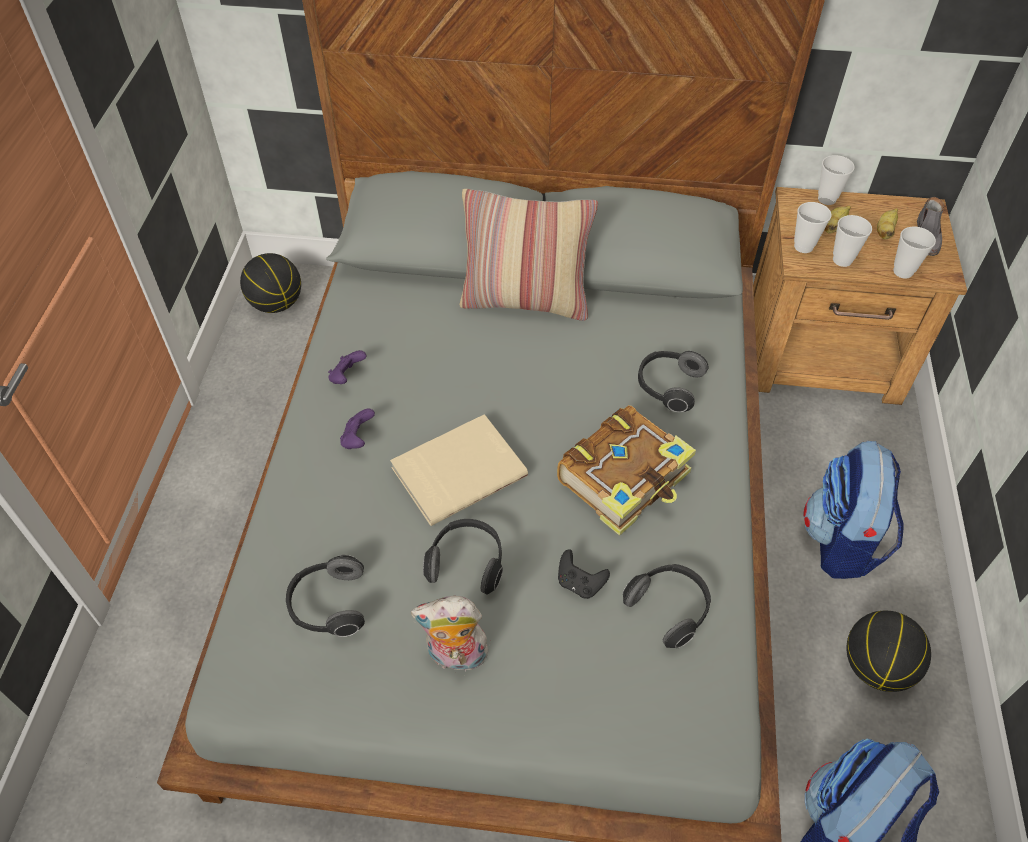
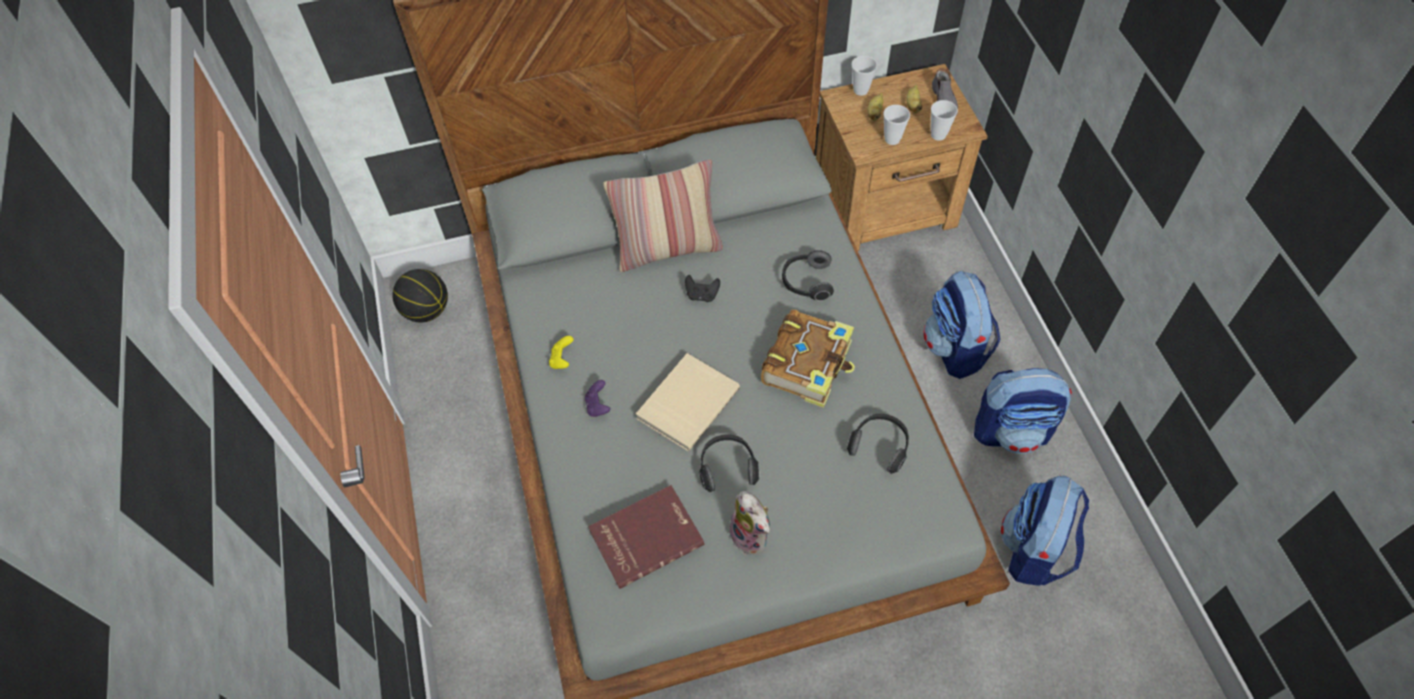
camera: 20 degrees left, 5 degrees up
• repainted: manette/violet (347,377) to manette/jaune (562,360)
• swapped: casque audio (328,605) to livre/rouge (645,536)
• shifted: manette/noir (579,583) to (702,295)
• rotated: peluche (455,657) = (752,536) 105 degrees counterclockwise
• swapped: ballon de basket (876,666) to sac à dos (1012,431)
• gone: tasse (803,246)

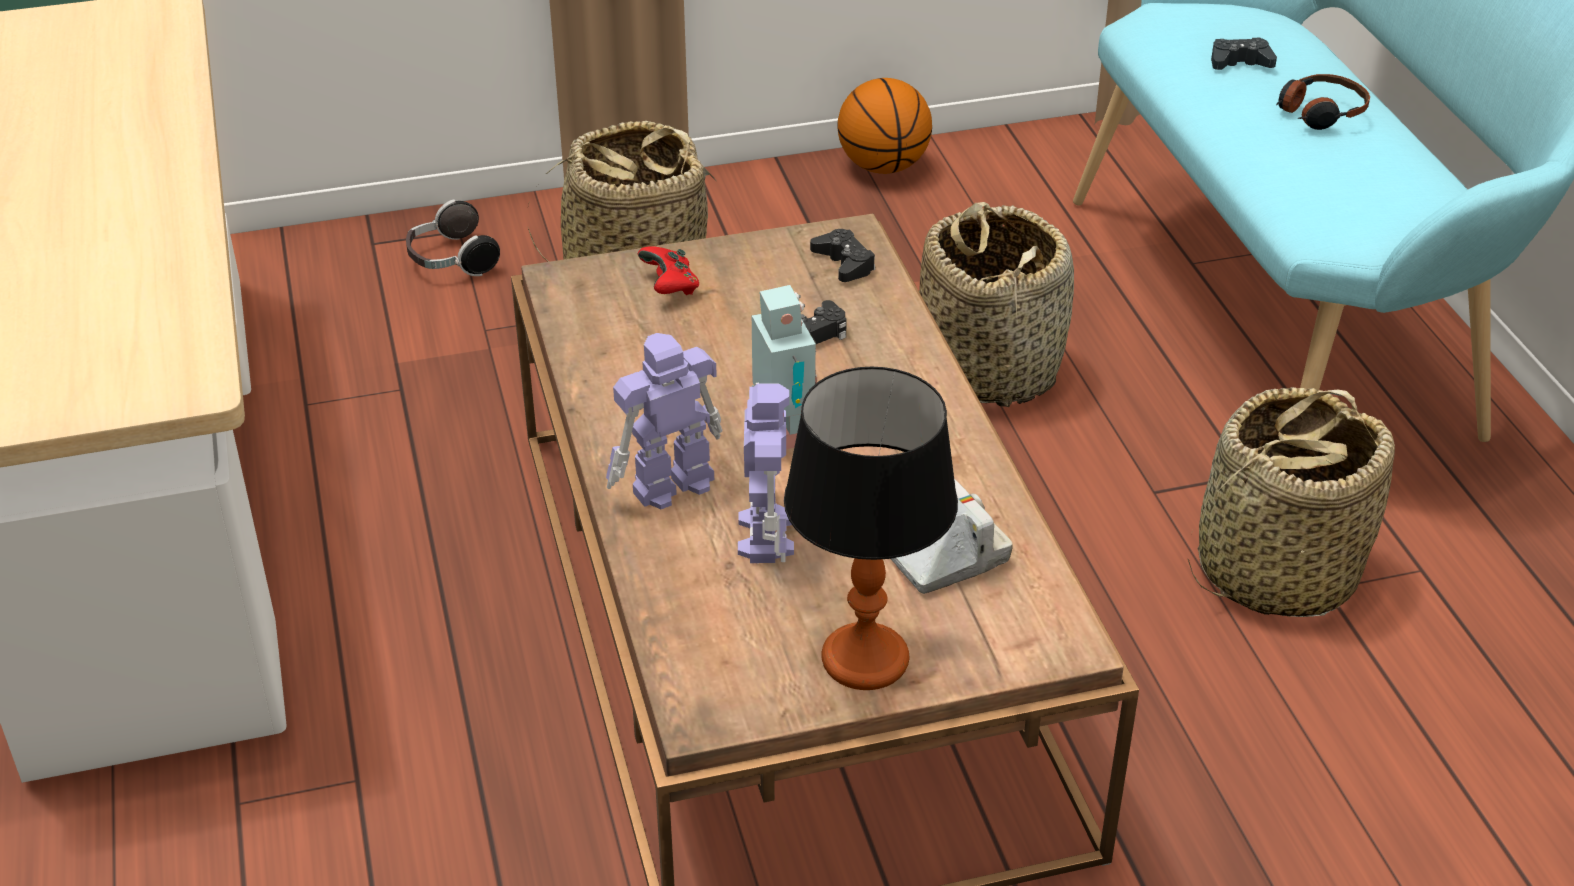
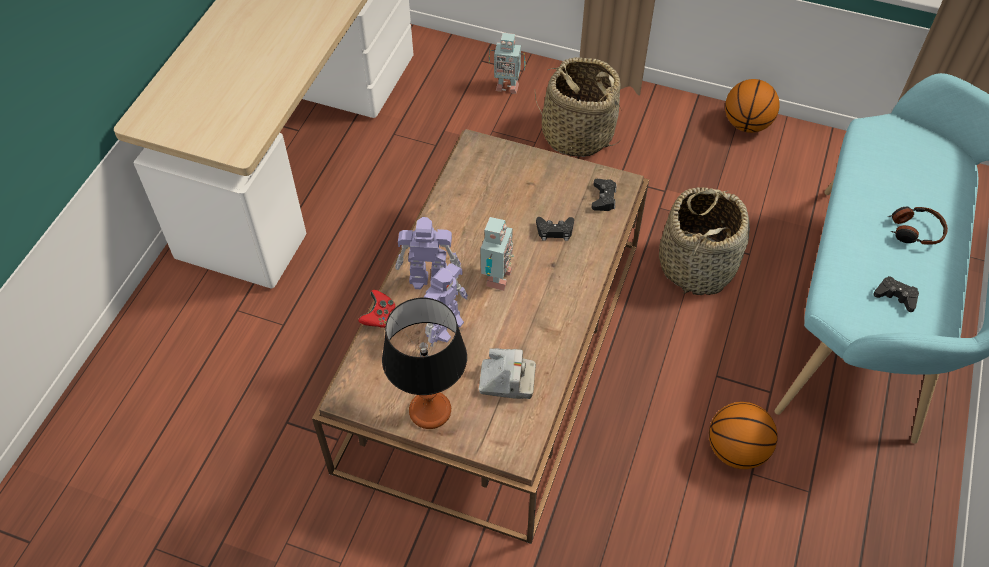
camera: 35 degrees right, 15 degrees up
• shifted: manette/rouge (670,287) to (378,316)
• swapped: casque audio (451,261) to robot jouet (506,86)
• swapped: panier (1275,570) to ballon de basket (736,449)
• shifted: manette/noir (1239,62) to (895,296)

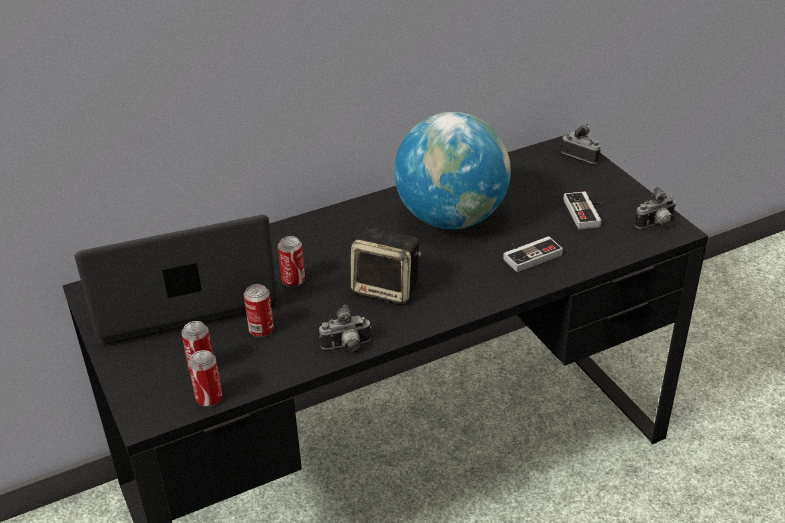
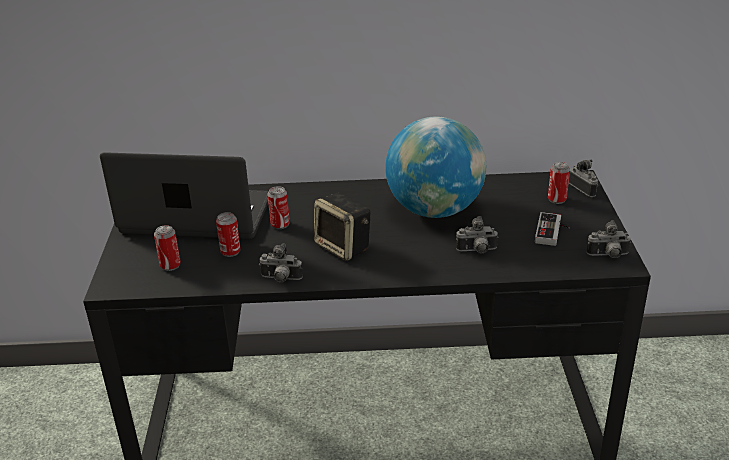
camera: 25 degrees right, 5 degrees down
• swapped: manette (529,254) to appareil photo (477,251)
• shifted: boîte métallique (209,398) to (557,199)

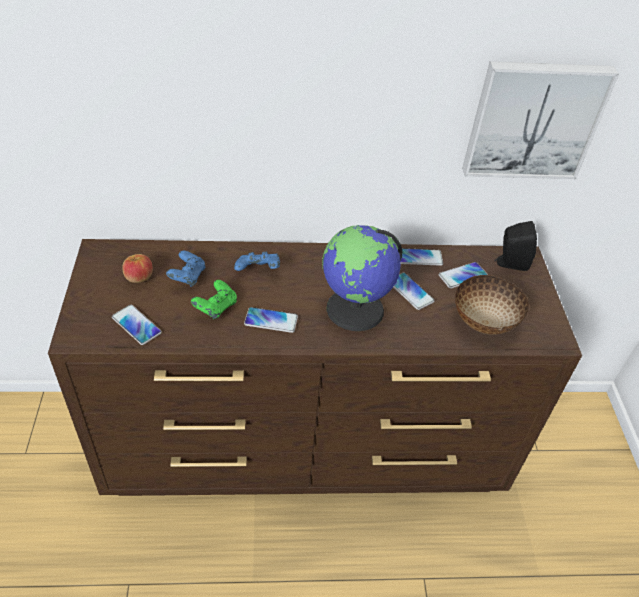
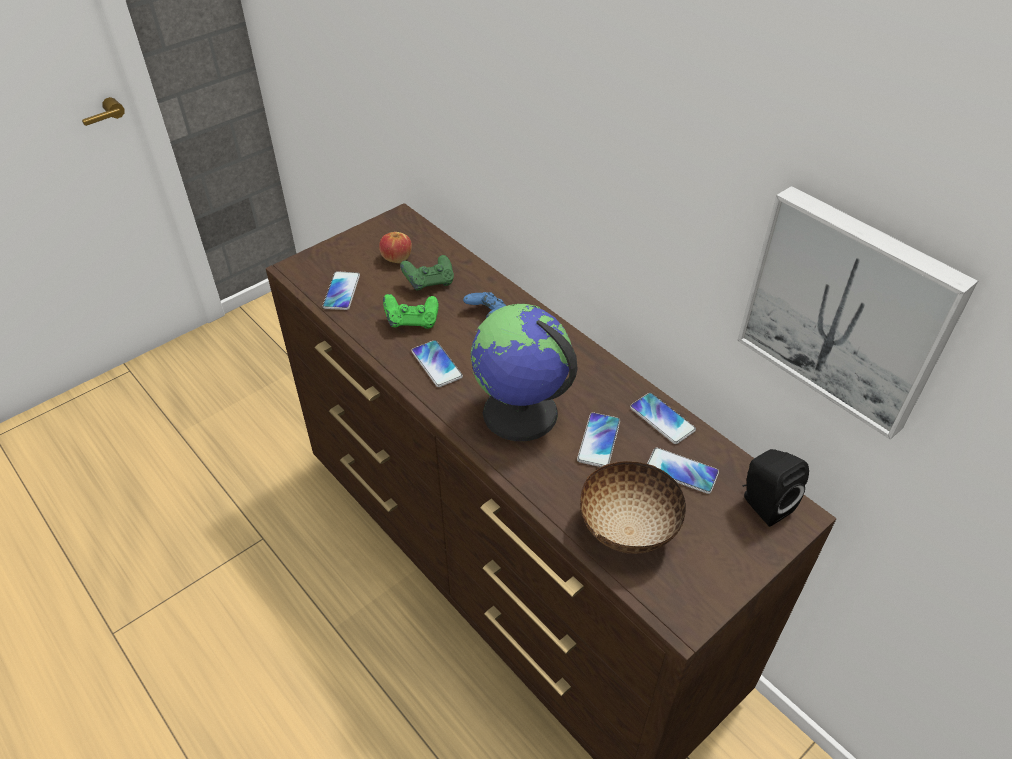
camera: 55 degrees right, 0 degrees up
• repainted: manette/bleu (187,277) to manette/vert (429,283)

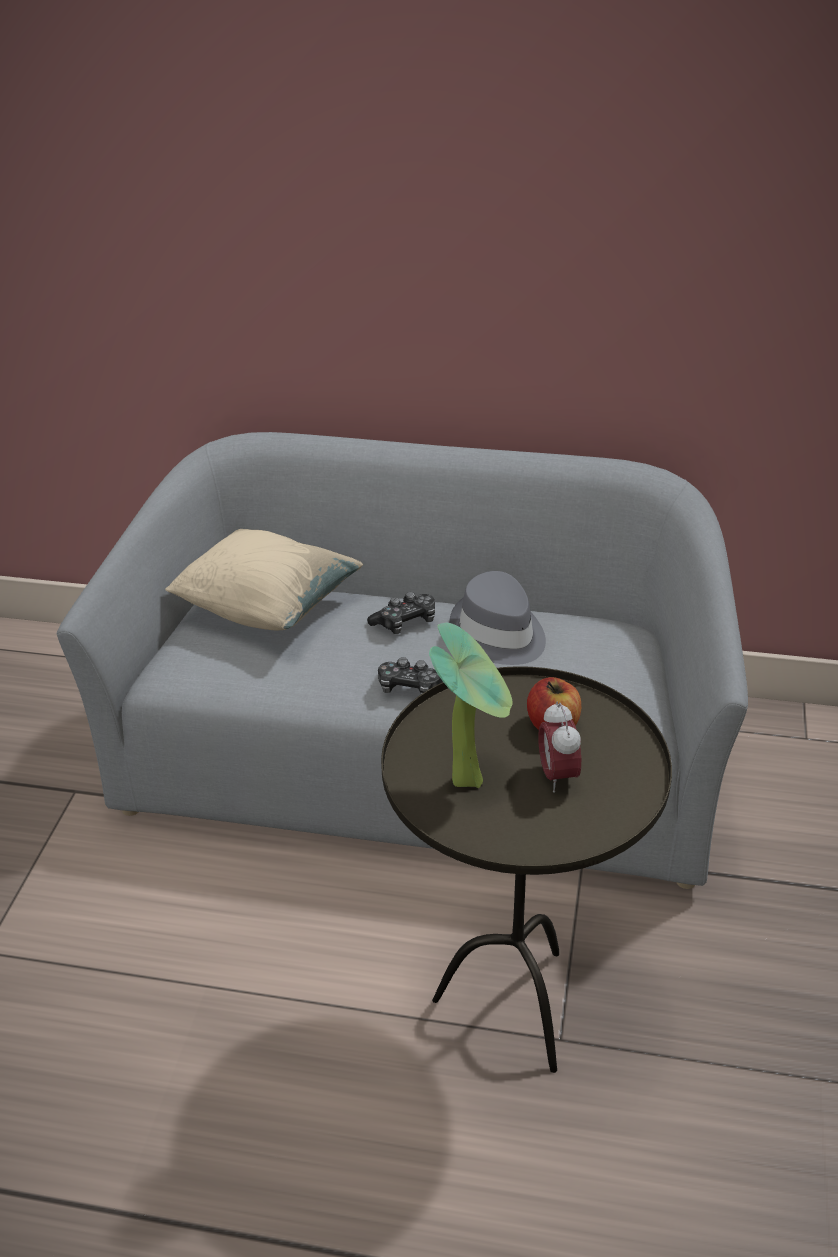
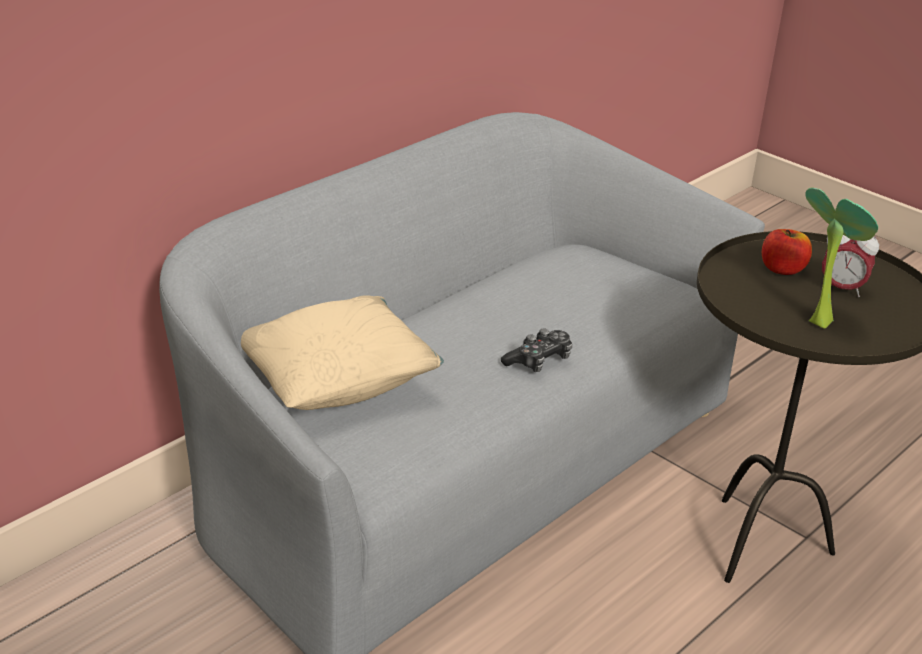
camera: 60 degrees left, 5 degrees down
• gone: manette (405,622)
• gone: chapeau/gris (498,634)

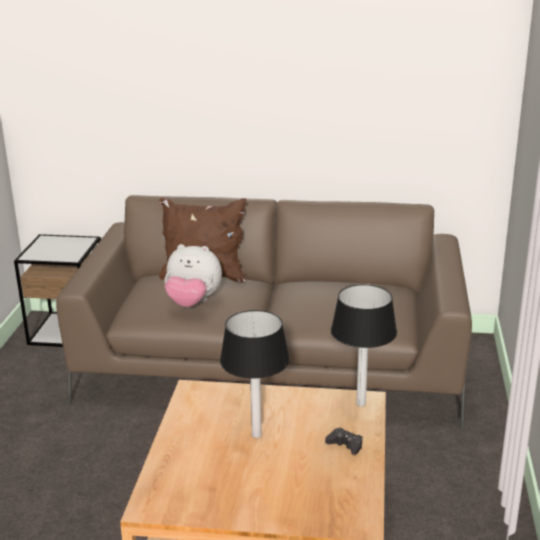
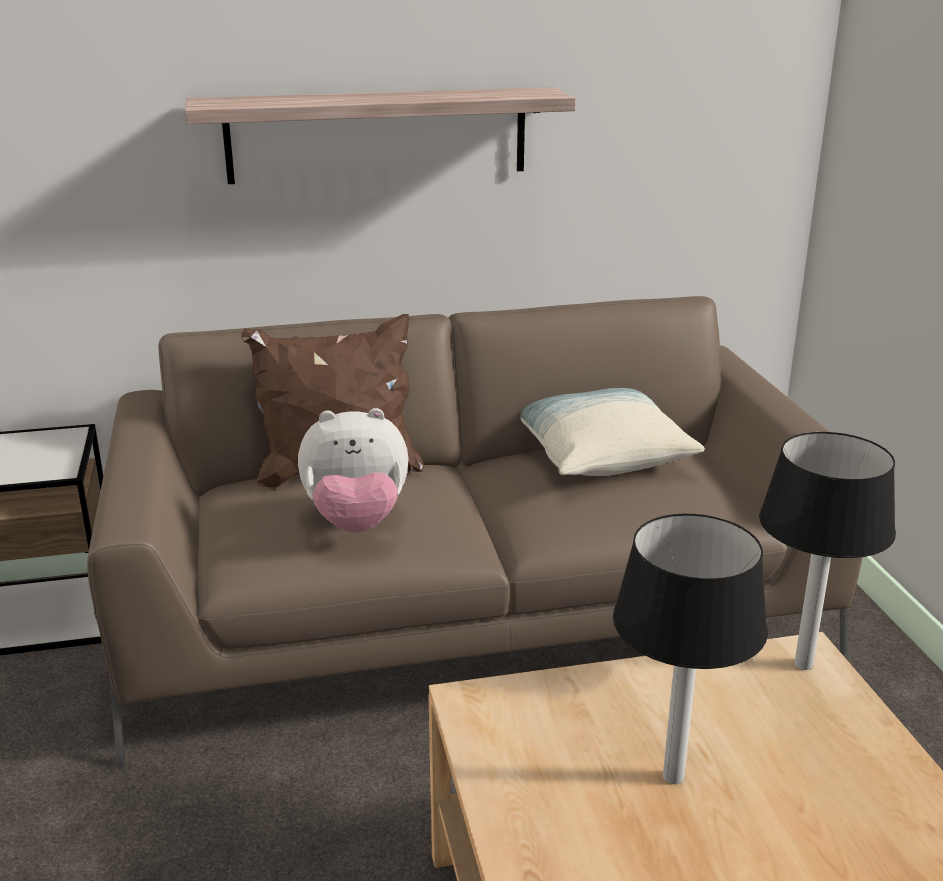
camera: 20 degrees left, 0 degrees up
• new: étagère (377,135)
• new: coussin (599,455)
• gone: manette/noir (345,445)

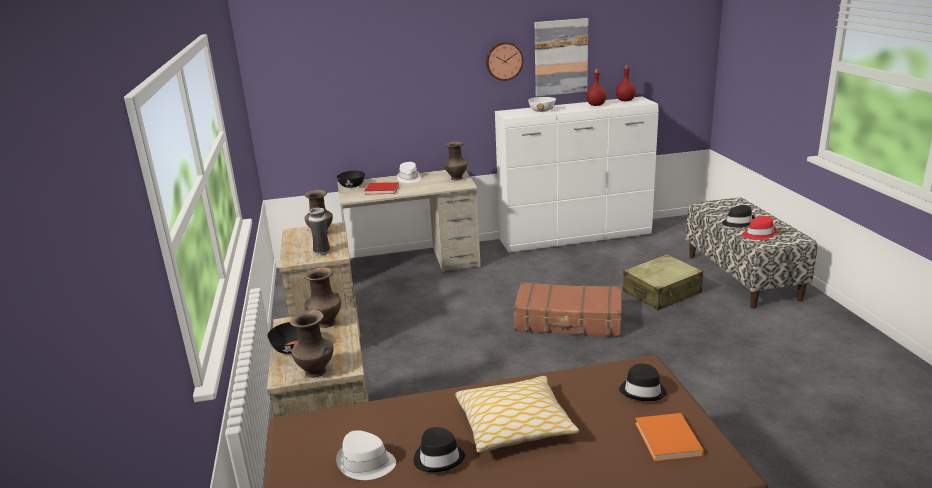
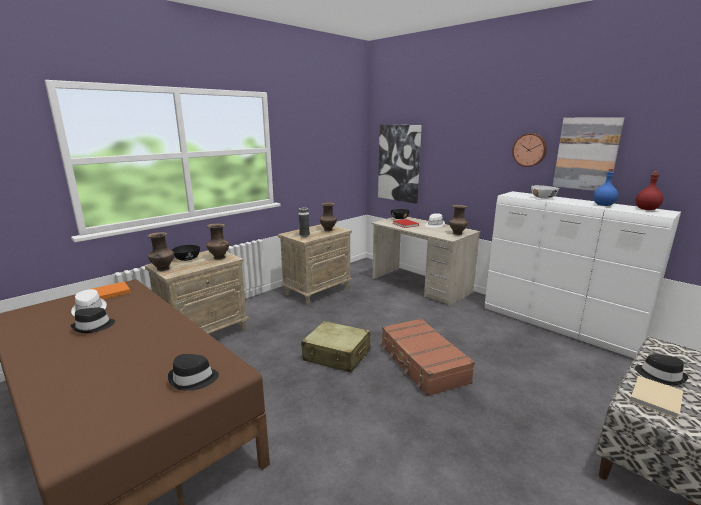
camera: 55 degrees right, 5 degrees down
• shifted: livre/orange (668,440) to (109,293)
• shifted: valise/beige (662,292) to (337,355)
• new: tableau (399,163)
• repainted: bouteille/rouge (596,105) to bouteille/bleu (603,205)
• swapped: chapeau/rouge (759,234) to livre/beige (656,397)
• gone: coussin (514,425)

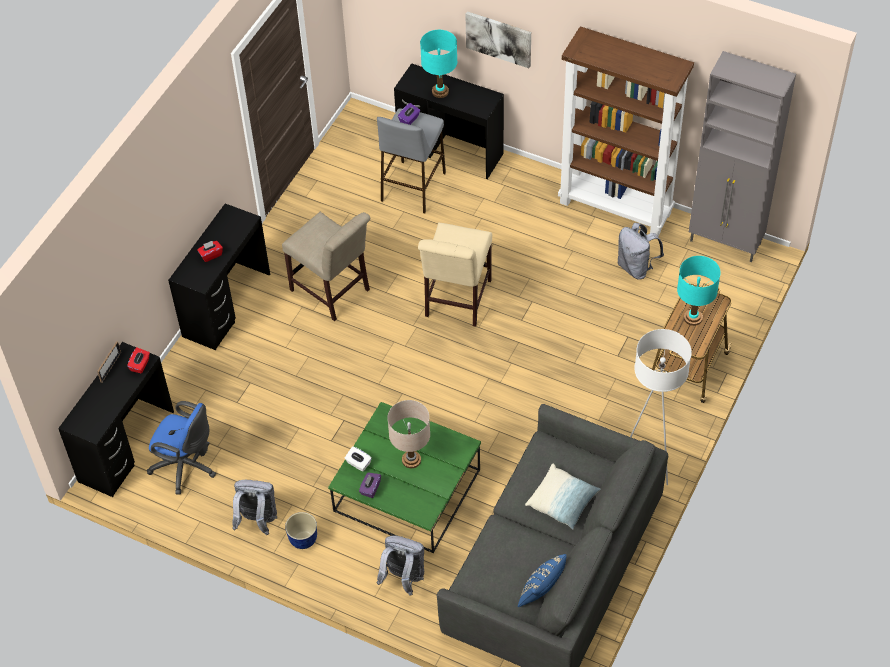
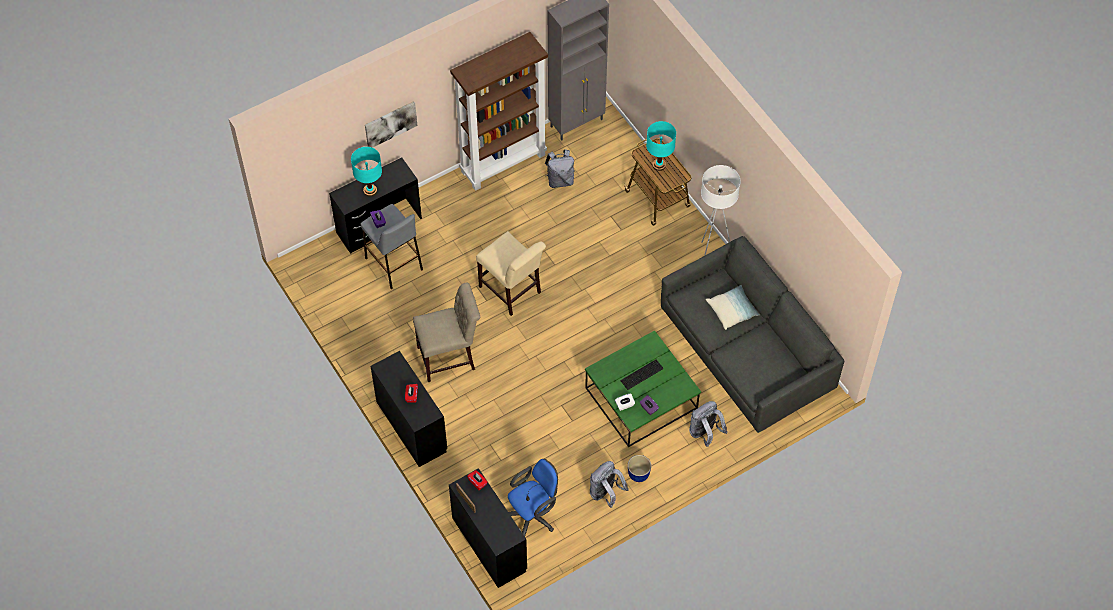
camera: 60 degrees left, 5 degrees up
• swapped: lampe de table/beige (411,460) to clavier (642,375)
• gone: coussin/bleu (542,593)

